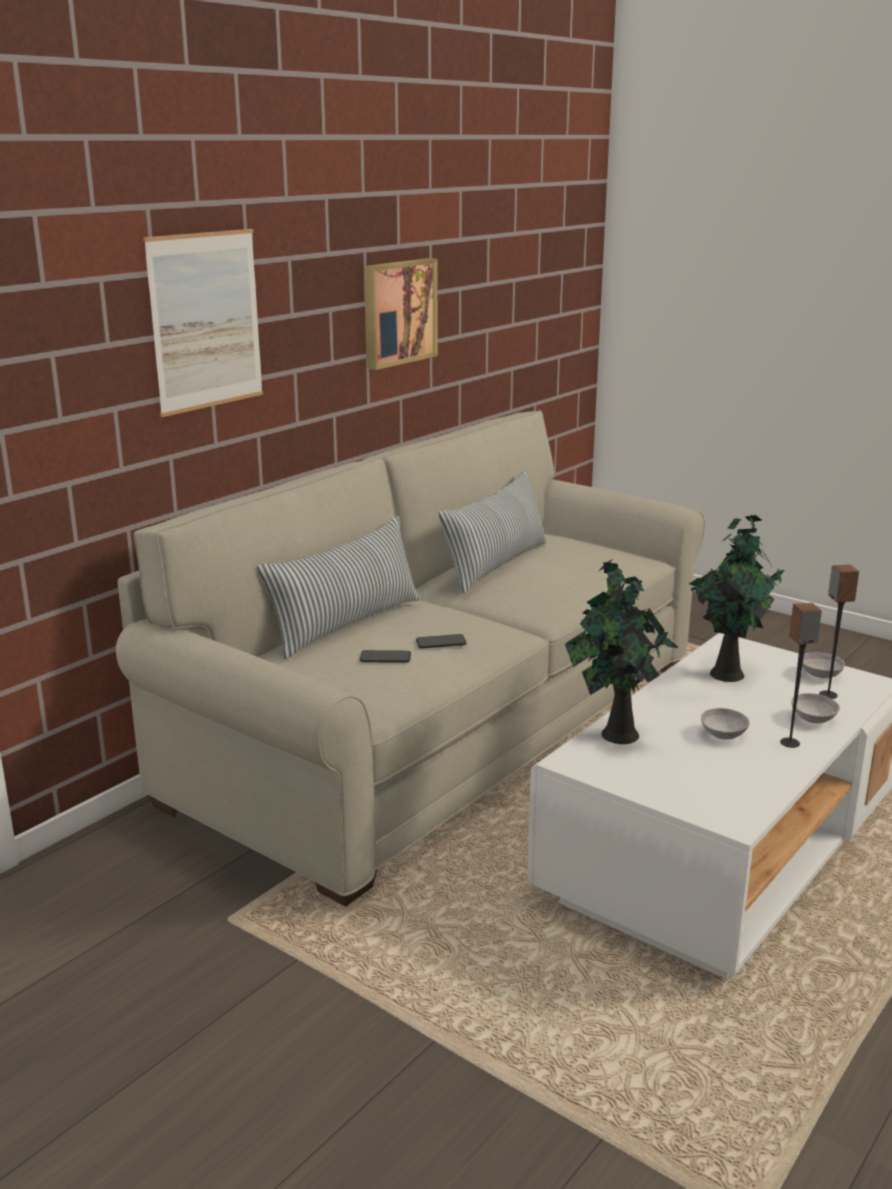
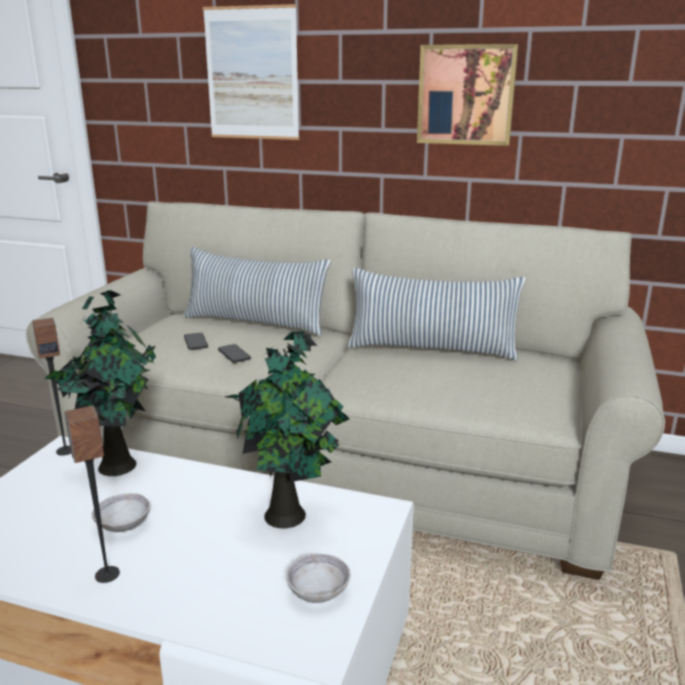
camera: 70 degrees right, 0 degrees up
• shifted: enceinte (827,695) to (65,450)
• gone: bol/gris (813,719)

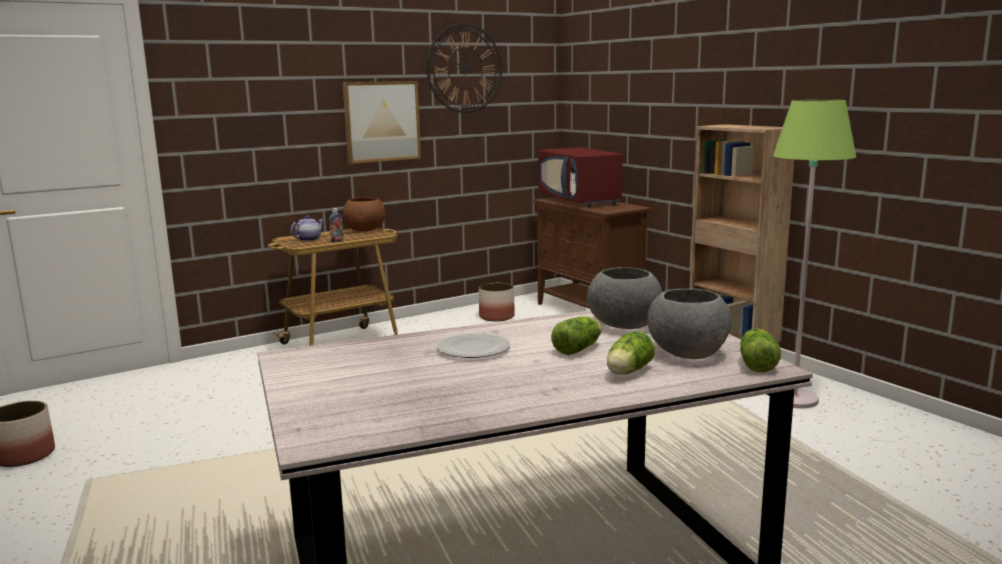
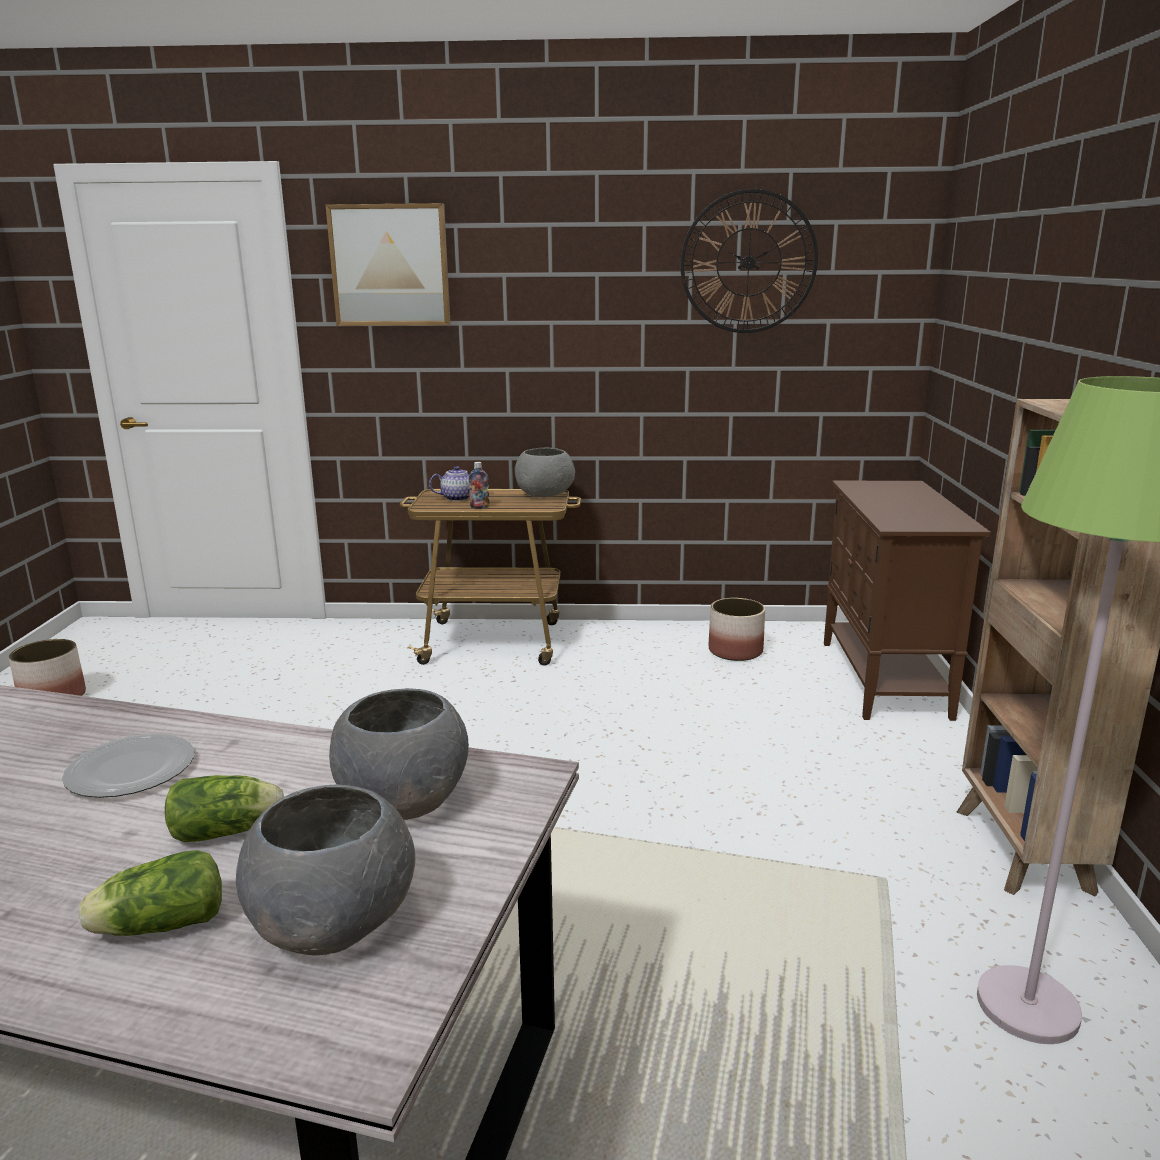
camera: 35 degrees right, 5 degrees up
• shifted: tableau (381,121) to (390,265)
• repainted: bol/marron (365,229) to bol/gris (546,494)
• gone: micro-ondes/rouge (579,201)
• gone: laitue (757,364)

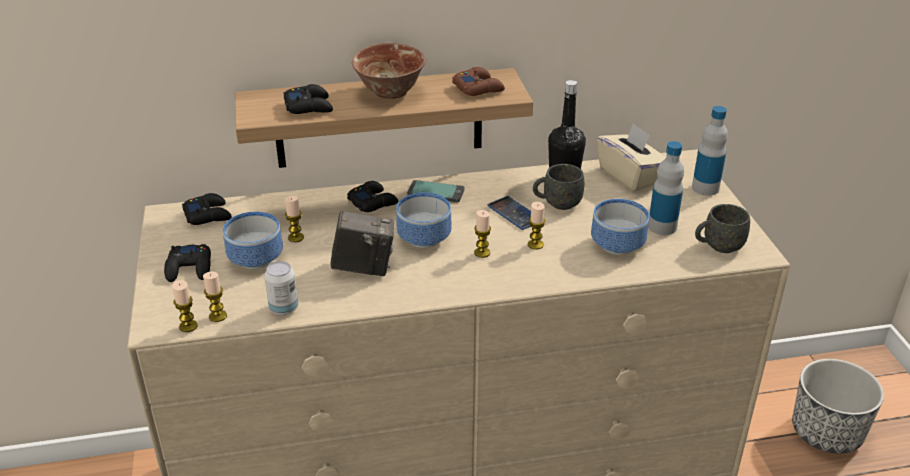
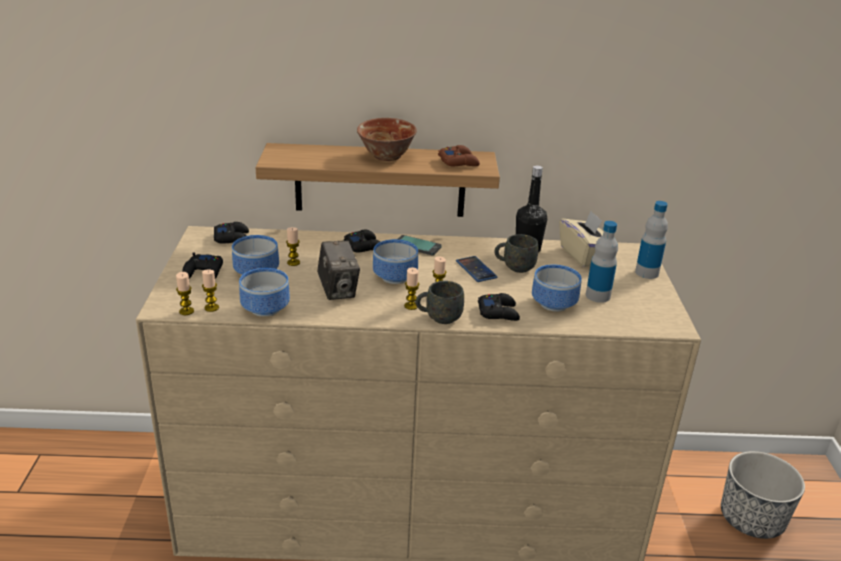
camera: 10 degrees right, 5 degrees down
• swapped: boîte métallique (284,308) to bol (264,310)
• rotated: appareil photo (363,267) = (338,290) 60 degrees clockwise
• shifted: bougie (535,244) to (411,306)
• shifted: mug/gris (717,246) to (438,318)
• shifted: manette/noir (309,106) to (498,312)

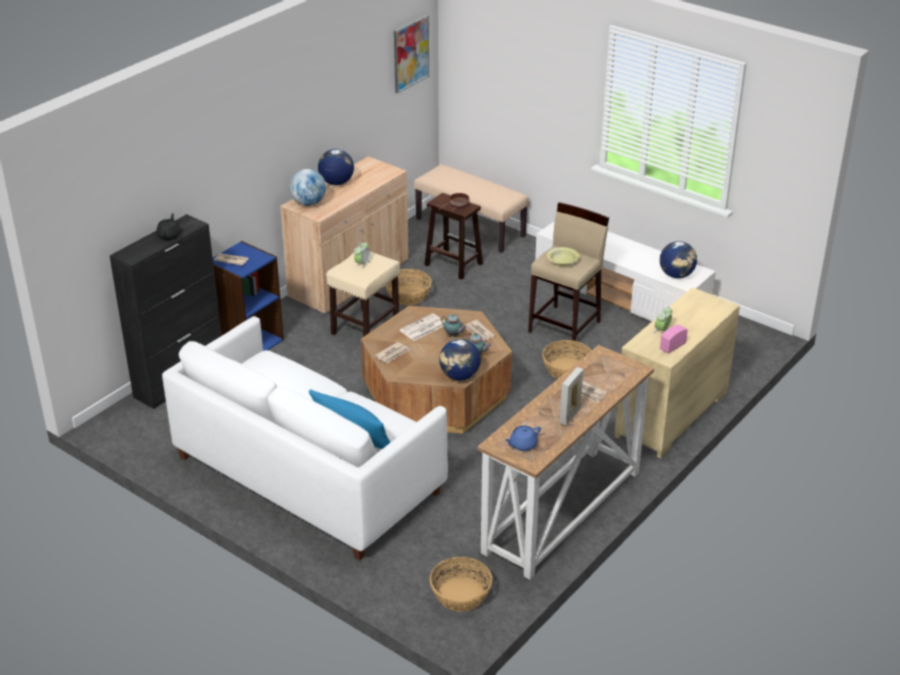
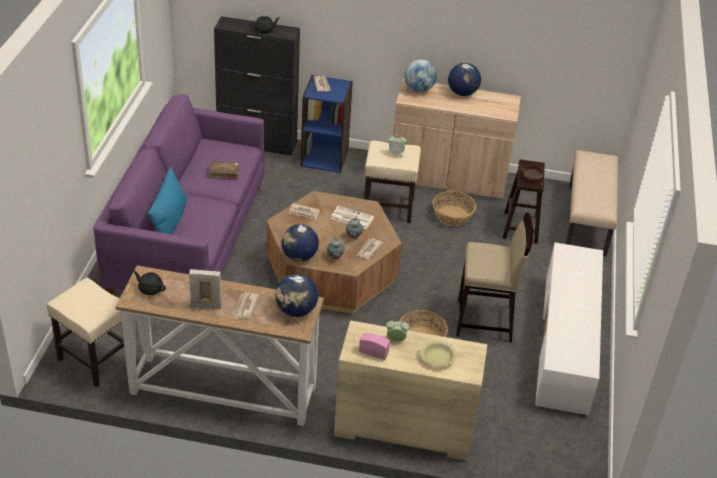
camera: 60 degrees right, 5 degrees up
• swapped: panier (460,595) to tabouret/beige (94,359)
• repainted: canapé/blanc (308,475) to canapé/violet (187,238)
• repainted: théière/bleu (522,445) to théière/noir (150,289)
• new: livre/marron (224,173)
• shifted: globe (676,275) to (296,311)
• shifted: bol/jaune (562,260) to (438,357)
• gone: tableau (410,53)

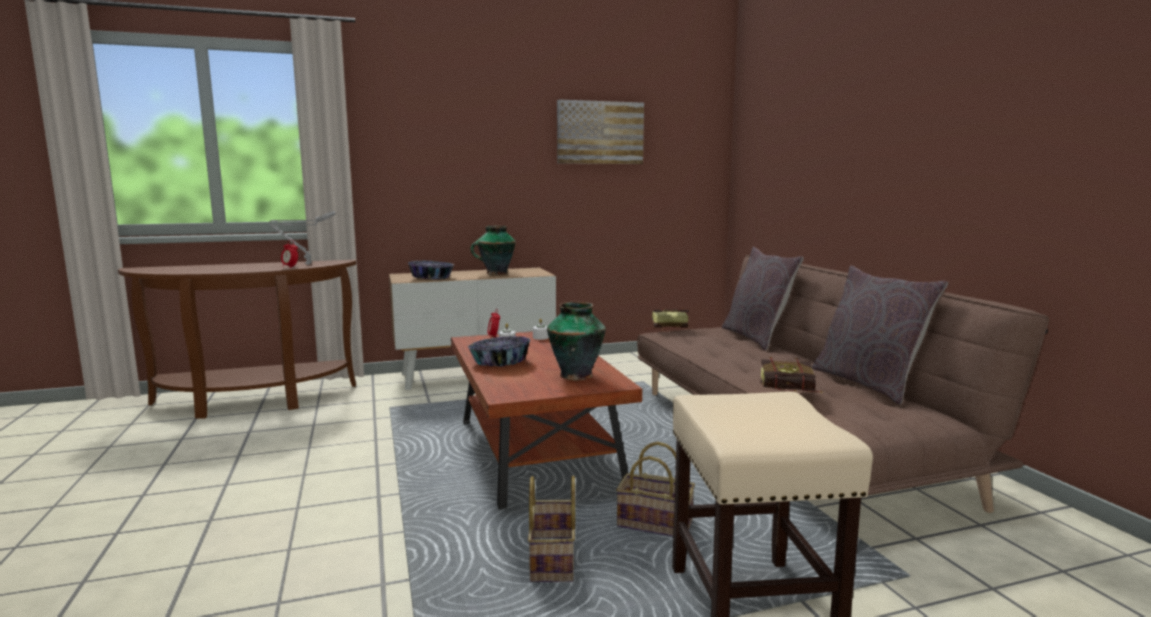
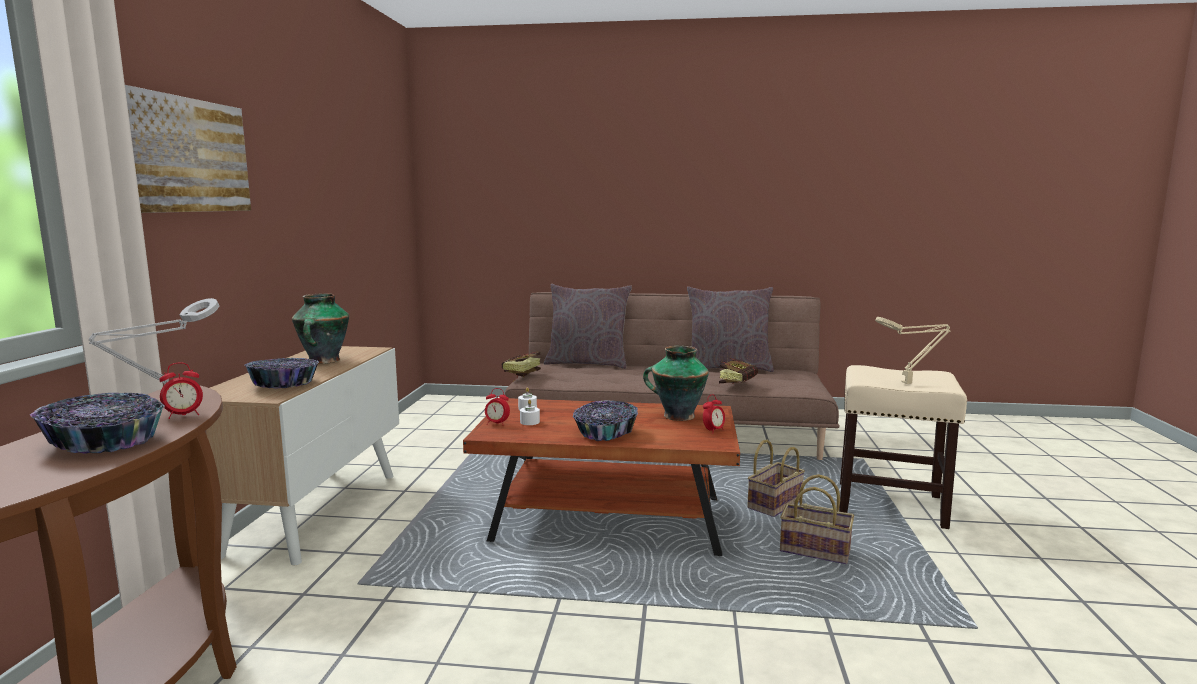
camera: 65 degrees left, 0 degrees up
• new: bol (105,442)
• shifted: tableau (600,133) to (185,155)
• new: réveil (713,431)
• new: lampe de table/beige (909,383)

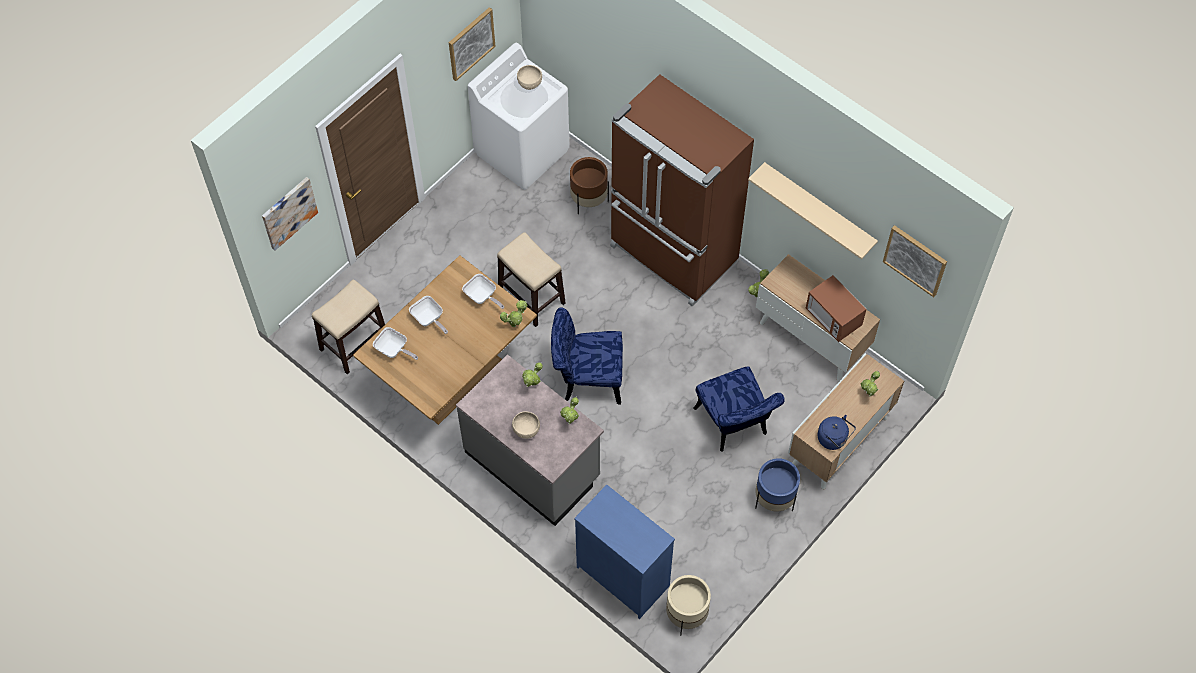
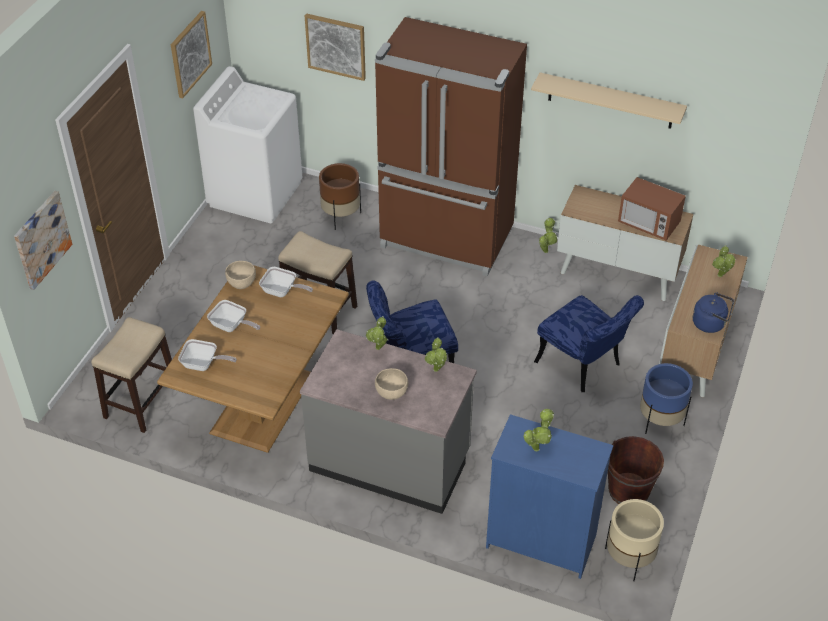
camera: 20 degrees left, 15 degrees down
• shifted: bol/beige (529,84) to (241,284)
• shifted: tableau (915,260) to (336,46)
• shifted: plante en pot (515,324) to (537,447)
• new: seau/marron (628,491)

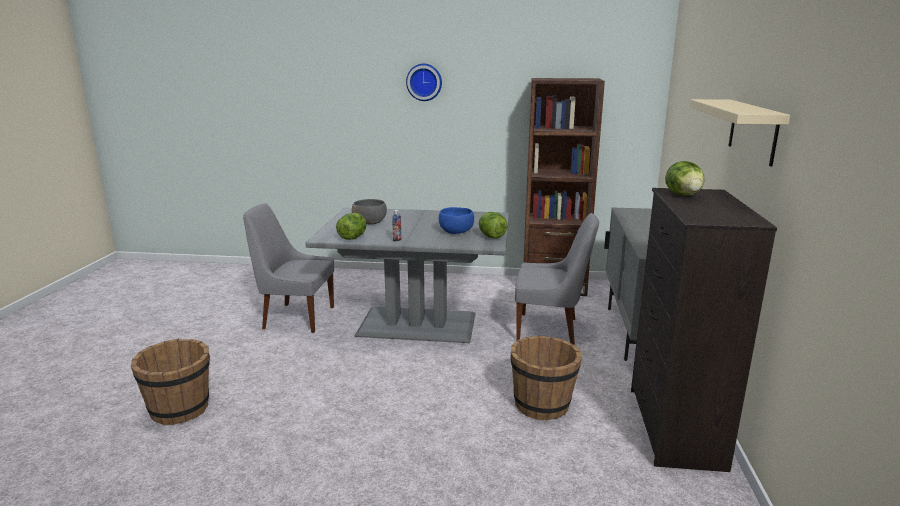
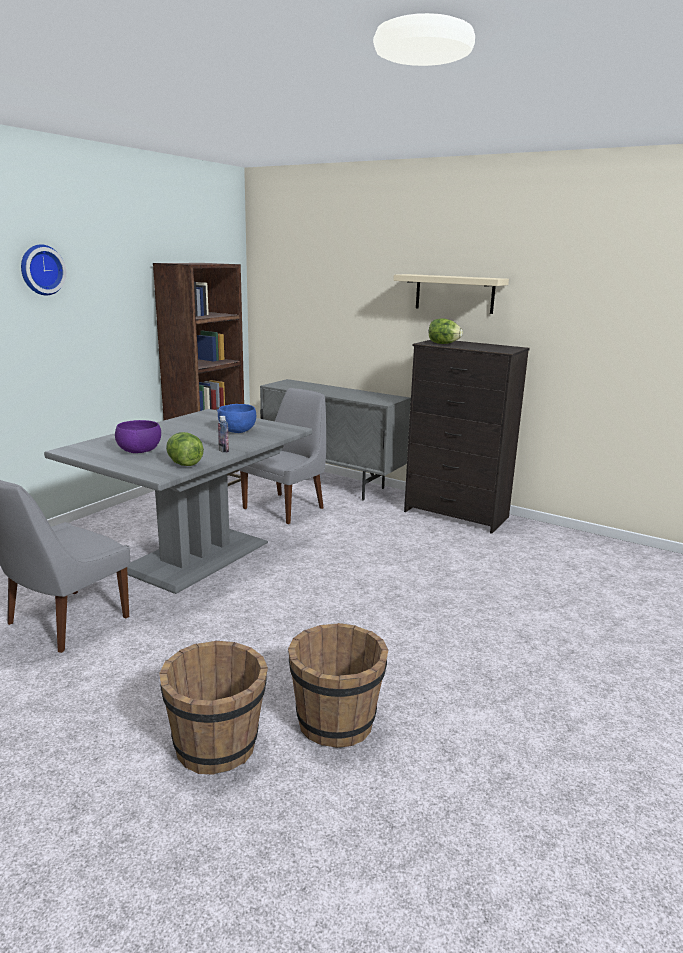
camera: 65 degrees left, 0 degrees up
• repainted: bol/gris (369,222) to bol/violet (139,451)
• shifted: seau/marron (542,405) to (336,721)
• gone: laitue (491,236)

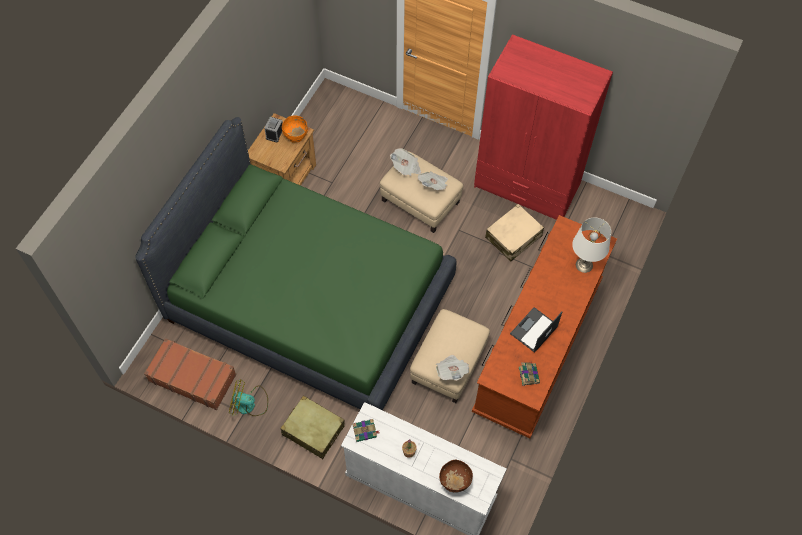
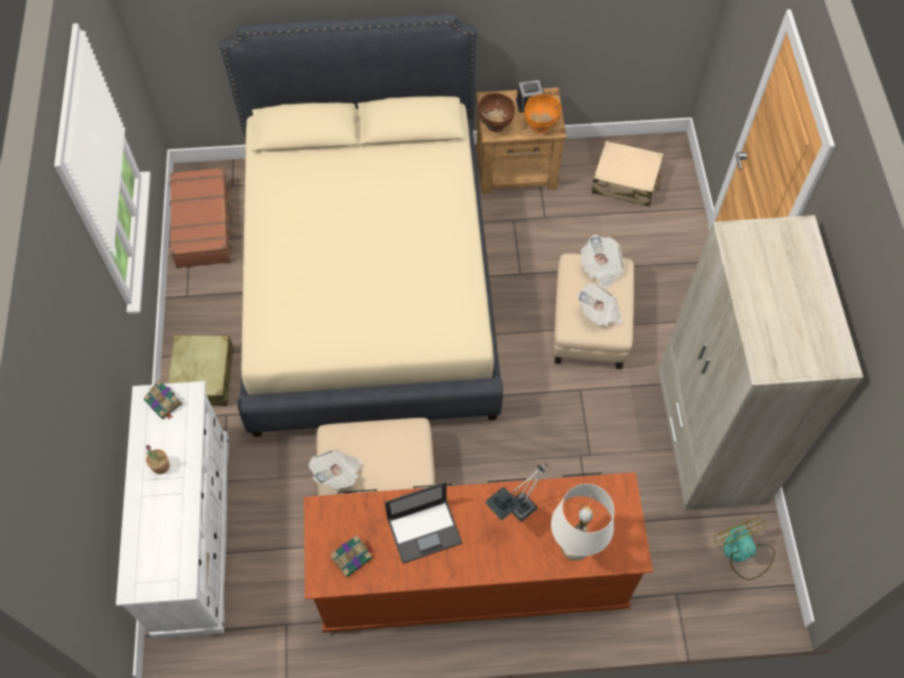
camera: 60 degrees right, 0 degrees up
• repainted: lit/vert (310,301) to lit/beige (369,282)
• rotated: ordinateur portable (533,330) = (425,530) 150 degrees clockwise
• shifted: bol/marron (454,482) to (495,125)
• new: lampe de table (516,511)
• shifted: valise/beige (513,237) to (626,181)
• repainted: armoire/rouge (527,186) to armoire/beige (709,437)
• shifted: ventilateur (249,404) to (742,552)

